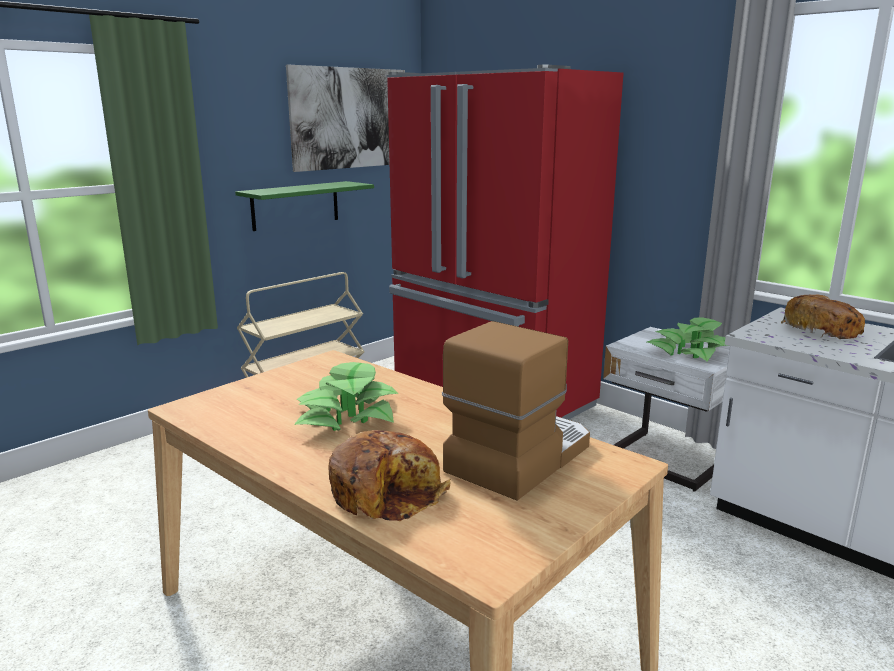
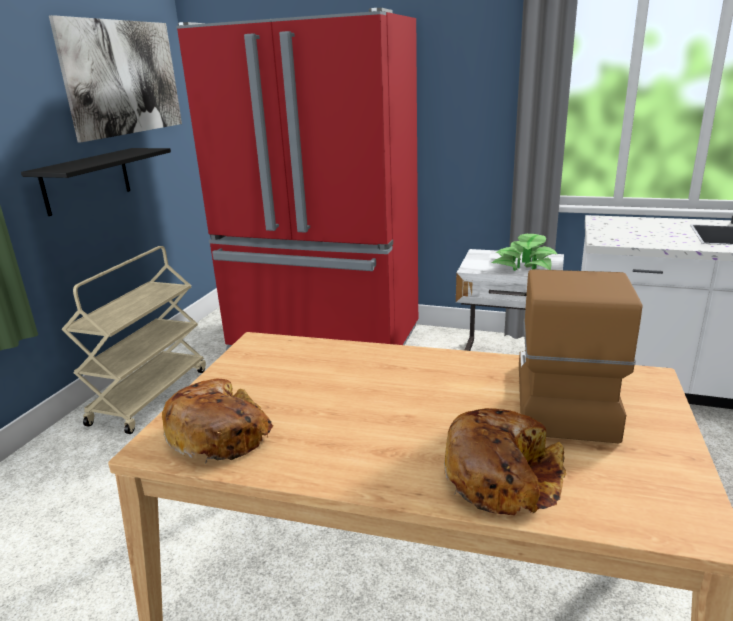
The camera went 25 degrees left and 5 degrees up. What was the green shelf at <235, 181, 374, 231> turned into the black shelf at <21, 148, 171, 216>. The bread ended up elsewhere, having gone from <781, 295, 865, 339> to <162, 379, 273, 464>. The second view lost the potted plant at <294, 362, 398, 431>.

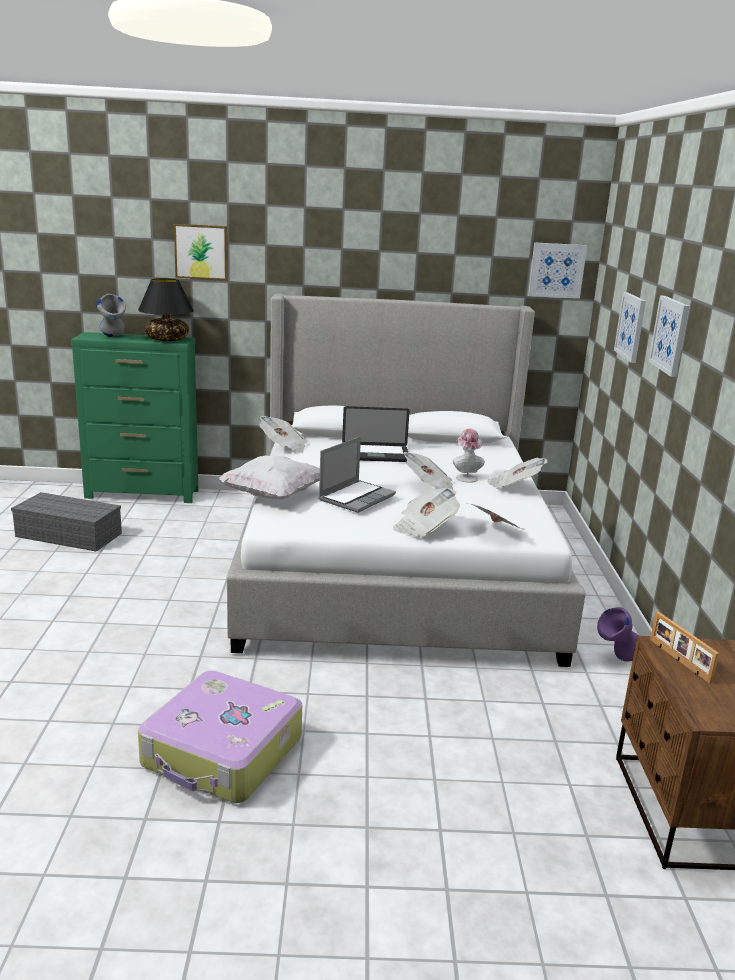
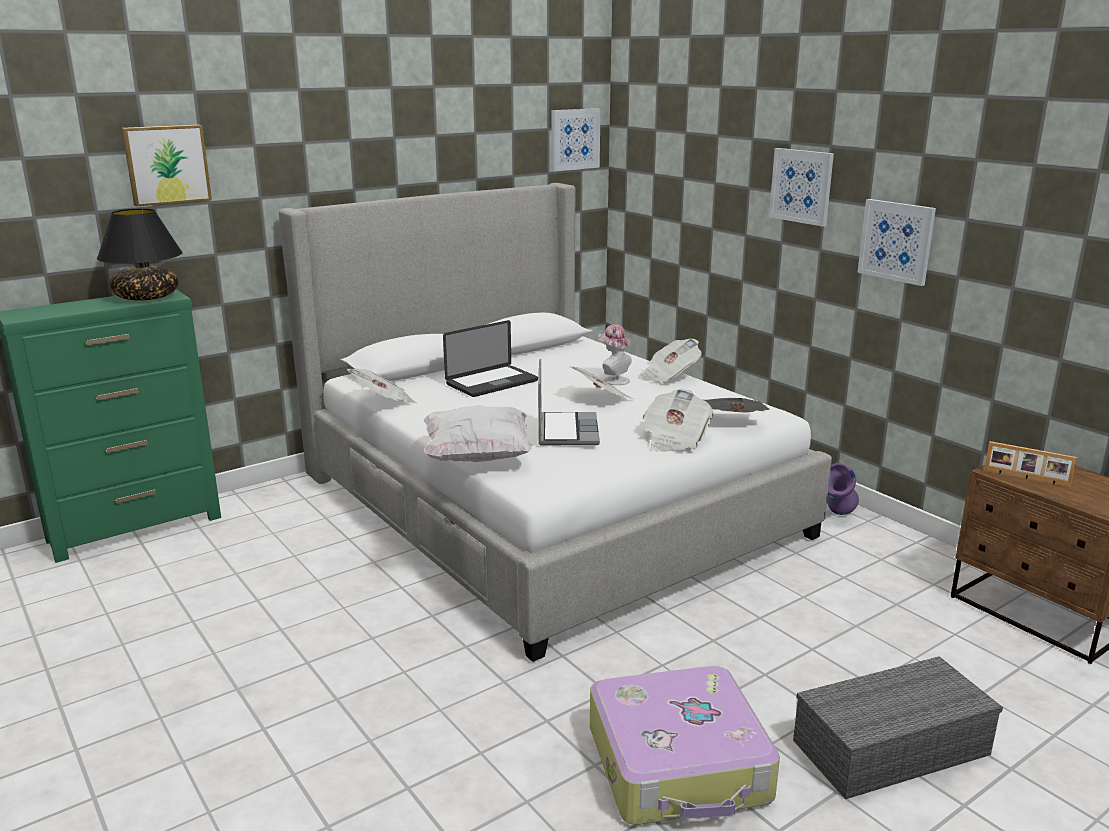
The camera went 35 degrees left and 0 degrees up. The grey storage box ended up elsewhere, having gone from <11, 492, 122, 552> to <793, 656, 1003, 799>. The picture ended up elsewhere, having gone from <614, 292, 646, 363> to <857, 199, 936, 286>. The second view lost the grey vase at <96, 294, 126, 337>.

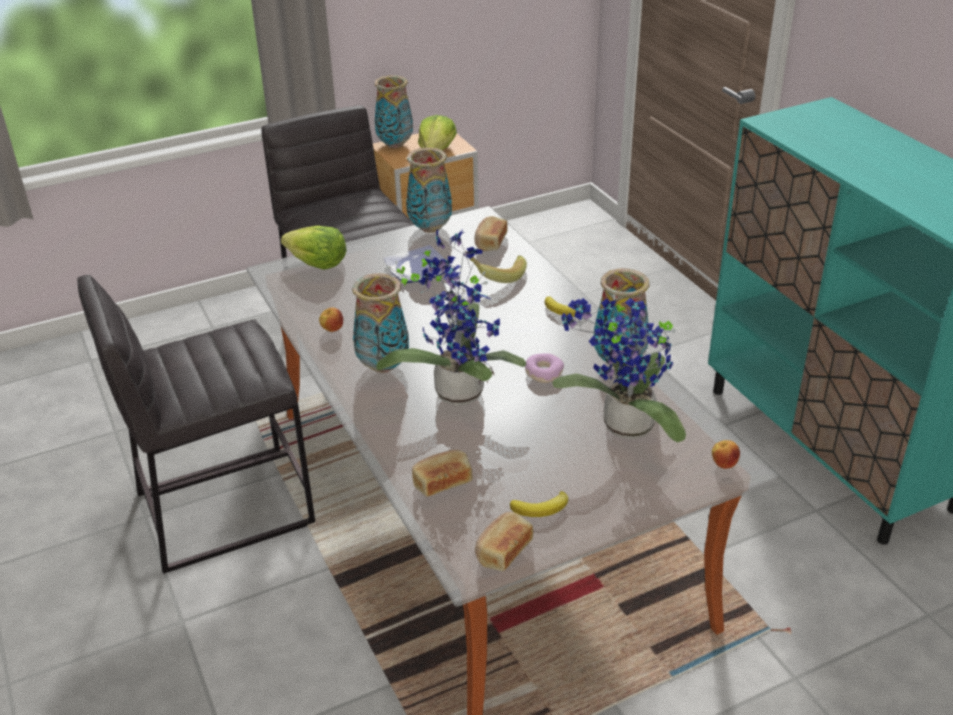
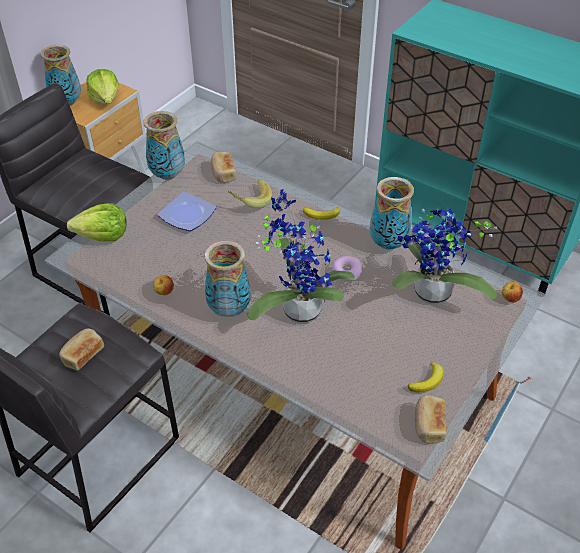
The camera went 30 degrees left and 10 degrees up. The bread ended up elsewhere, having gone from <412, 450, 473, 497> to <59, 328, 104, 371>.

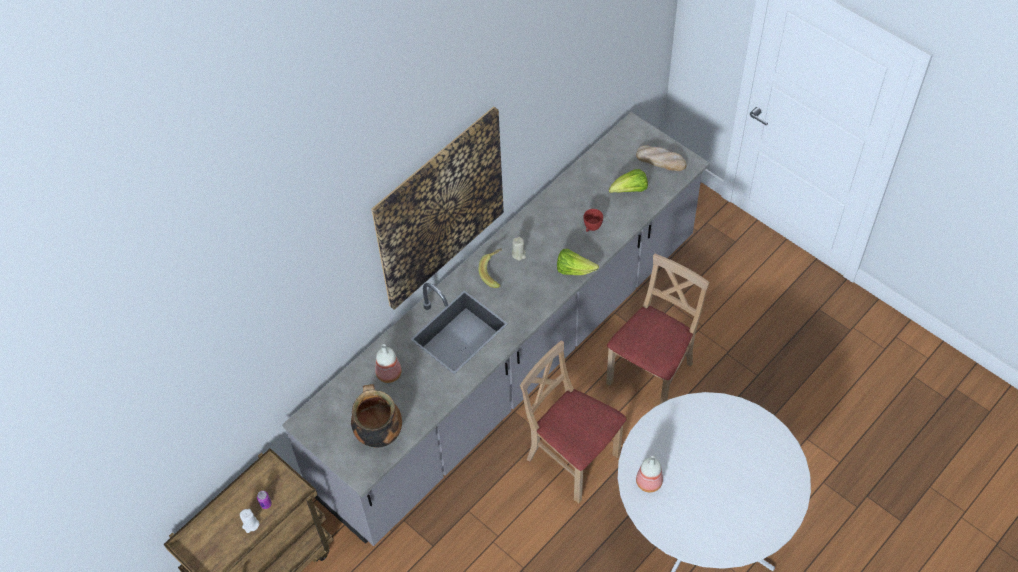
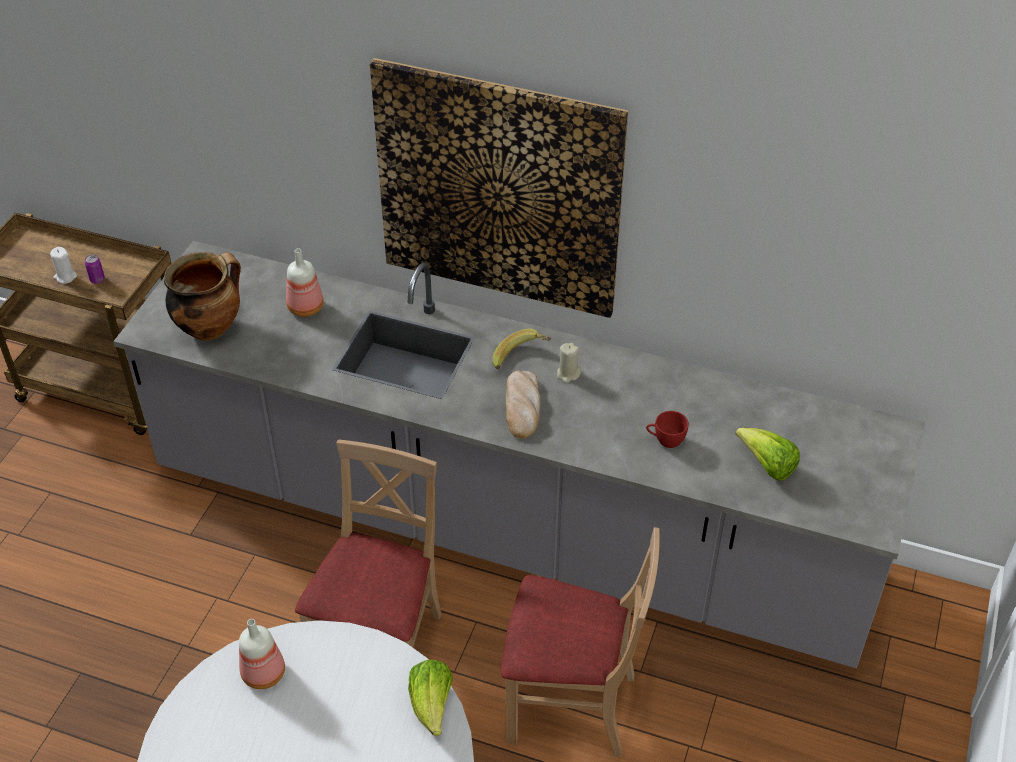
The camera went 65 degrees right and 10 degrees down. The lettuce ended up elsewhere, having gone from <557, 249, 599, 275> to <408, 660, 453, 736>. The bread ended up elsewhere, having gone from <636, 145, 687, 171> to <506, 370, 540, 438>.

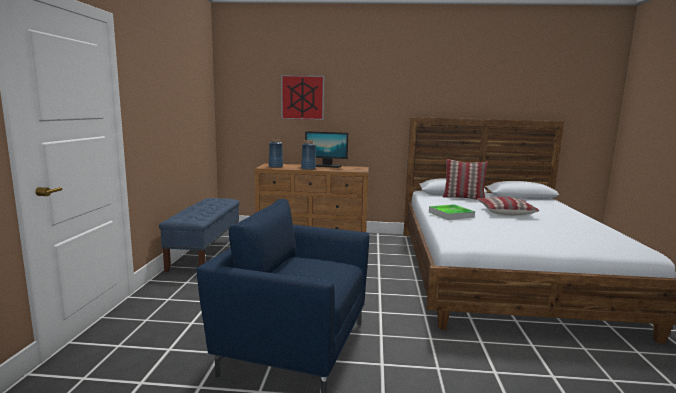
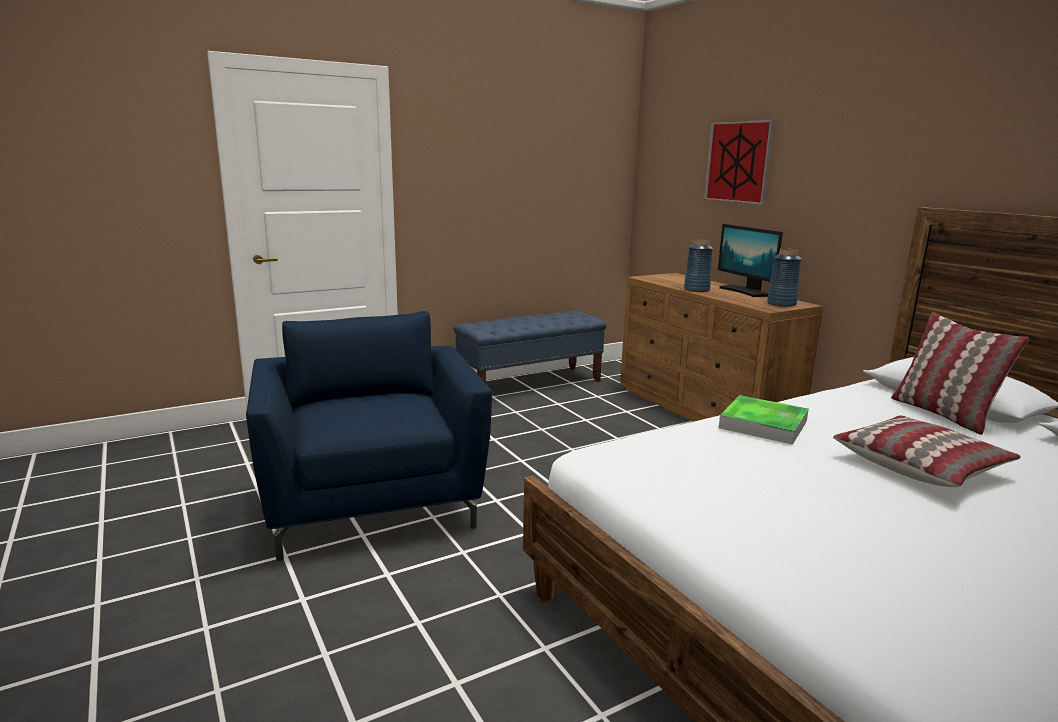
The camera went 55 degrees right and 5 degrees up. The blue vase ended up elsewhere, having gone from <269, 139, 283, 168> to <767, 248, 801, 307>.

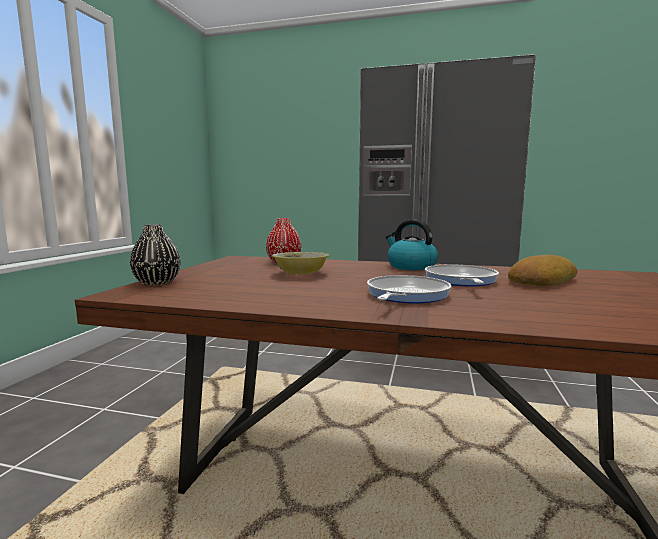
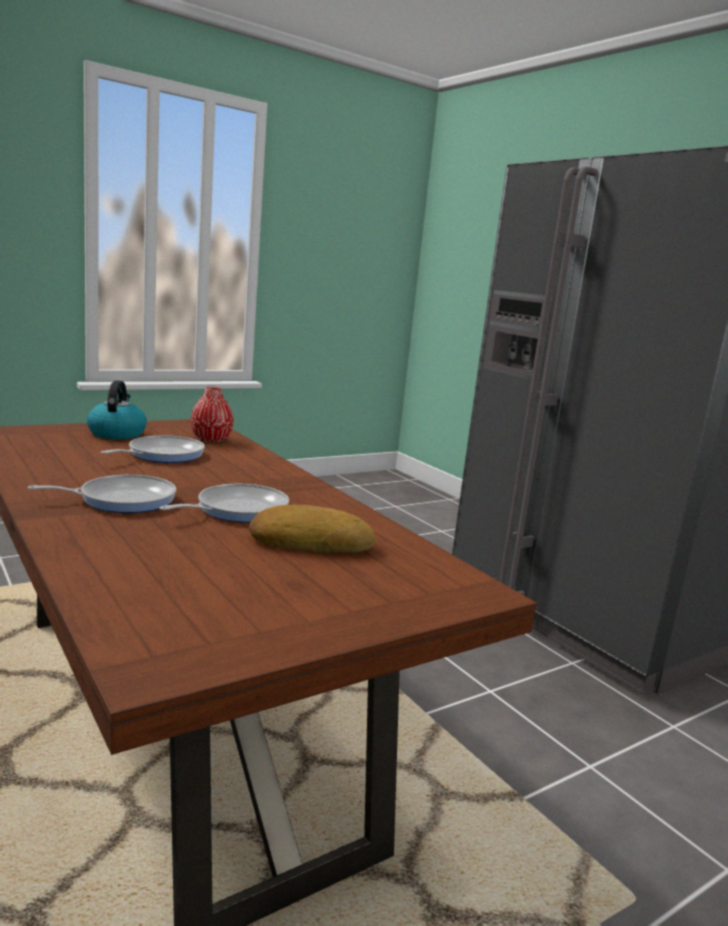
The camera went 40 degrees right and 5 degrees up. The kettle ended up elsewhere, having gone from <386, 220, 438, 270> to <87, 380, 147, 439>. Where the bowl stood at <272, 252, 330, 275>, the frying pan came to stand at <101, 436, 205, 463>. The second view lost the black vase at <130, 224, 181, 285>.

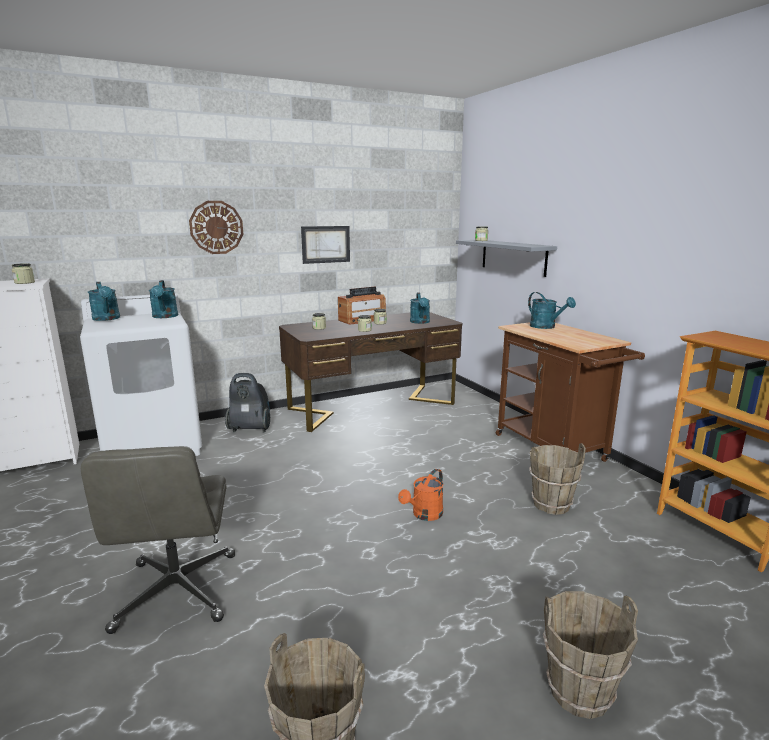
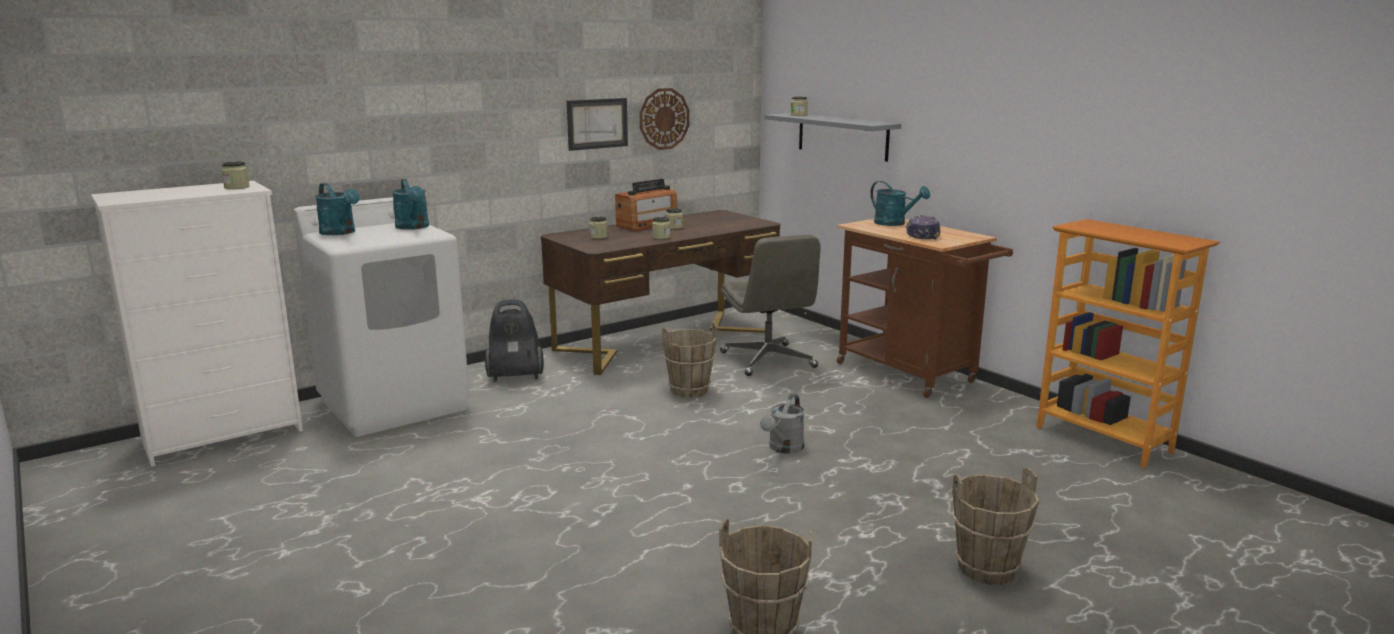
The camera went 10 degrees left and 0 degrees up. The wall clock ended up elsewhere, having gone from <189, 201, 243, 254> to <640, 88, 689, 150>. The brown bucket ended up elsewhere, having gone from <529, 443, 586, 515> to <662, 323, 717, 398>. The grey office chair ended up elsewhere, having gone from <81, 446, 235, 634> to <720, 235, 821, 376>. What was the orange watering can at <398, 469, 443, 521> turned into the grey watering can at <760, 394, 805, 454>. The second view gained the cap at <906, 215, 941, 240>. The second view lost the turquoise watering can at <410, 293, 430, 324>.

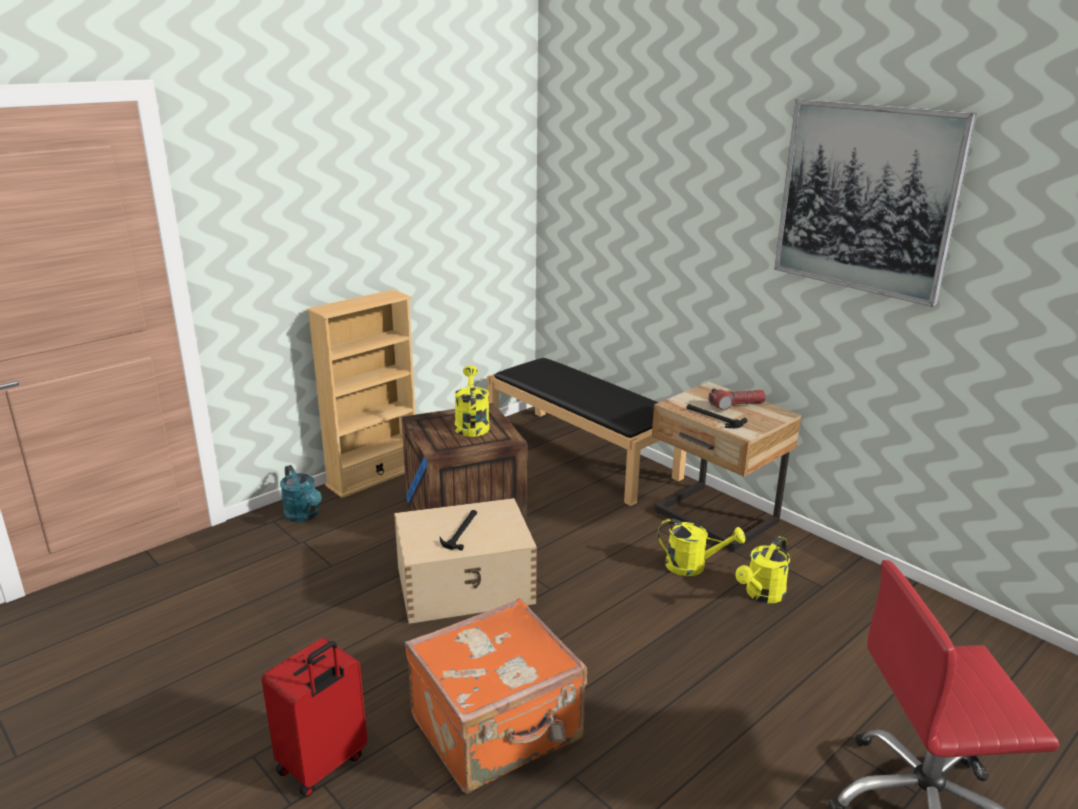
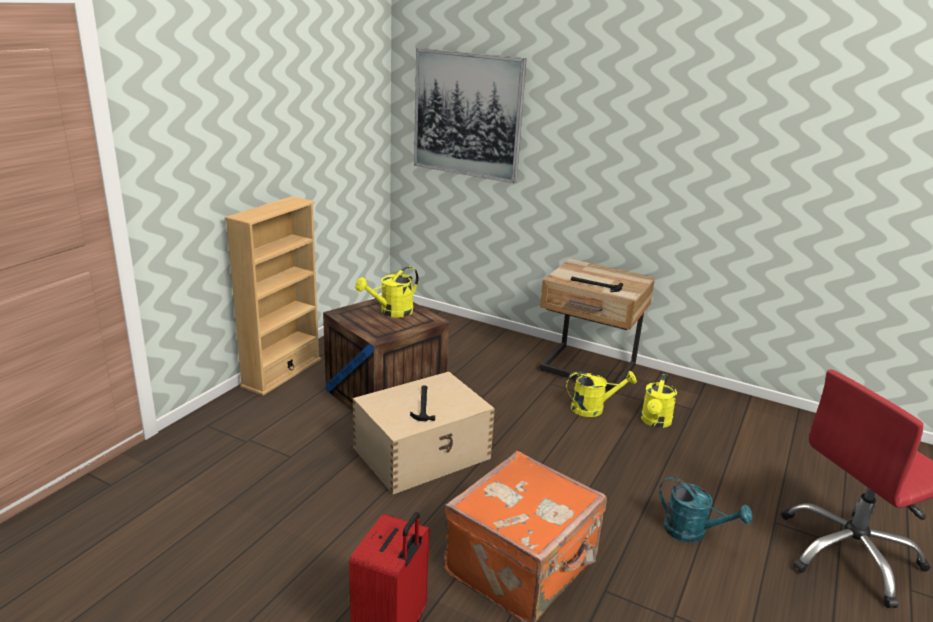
The camera went 20 degrees left and 0 degrees up. The yellow watering can at <454, 366, 490, 437> ended up facing another way, 105 degrees counterclockwise from before. The picture ended up elsewhere, having gone from <774, 99, 977, 307> to <414, 48, 527, 183>. The turquoise watering can ended up elsewhere, having gone from <280, 465, 321, 523> to <659, 476, 752, 543>. The second view lost the black bench at <487, 358, 686, 506>. The second view lost the flashlight at <708, 388, 766, 410>.

